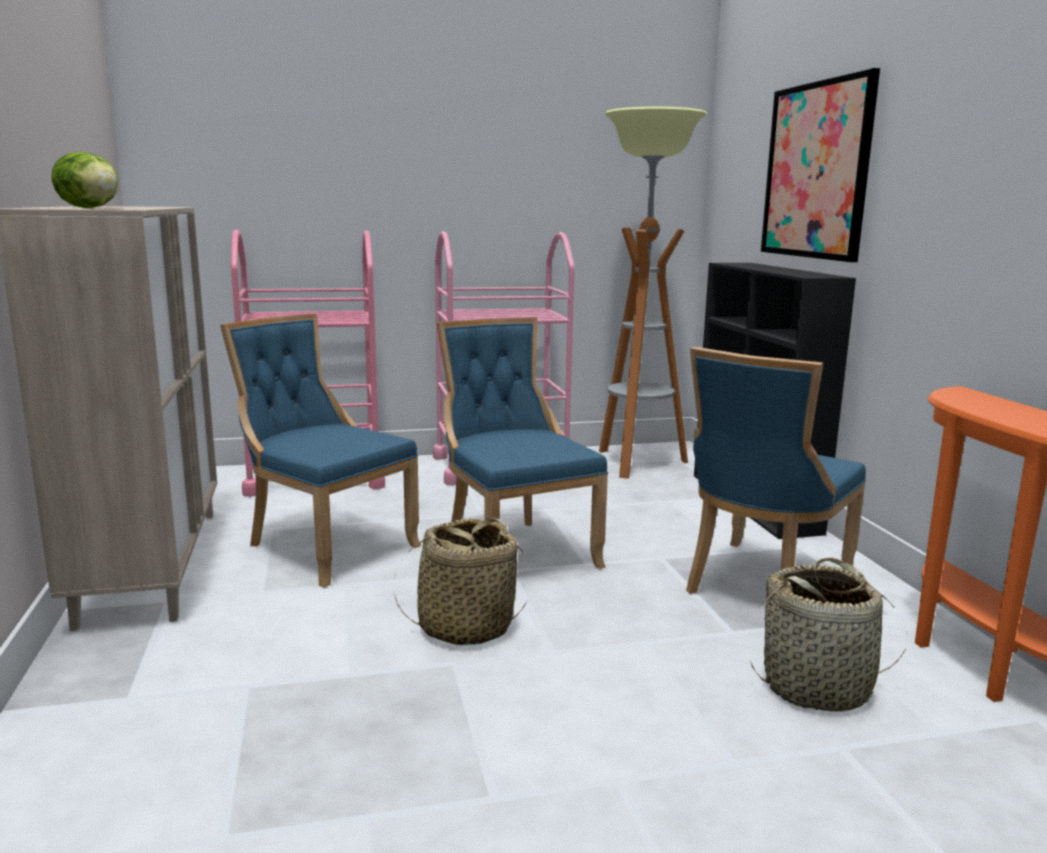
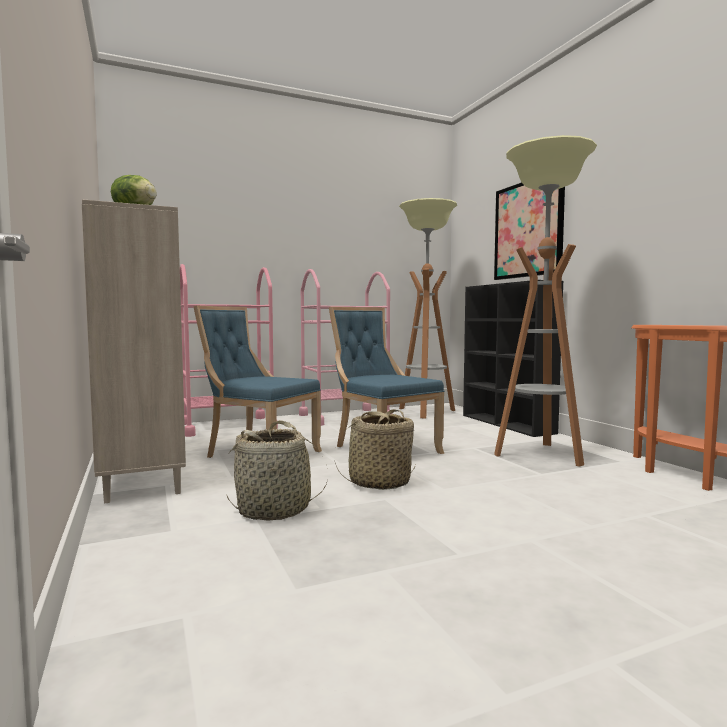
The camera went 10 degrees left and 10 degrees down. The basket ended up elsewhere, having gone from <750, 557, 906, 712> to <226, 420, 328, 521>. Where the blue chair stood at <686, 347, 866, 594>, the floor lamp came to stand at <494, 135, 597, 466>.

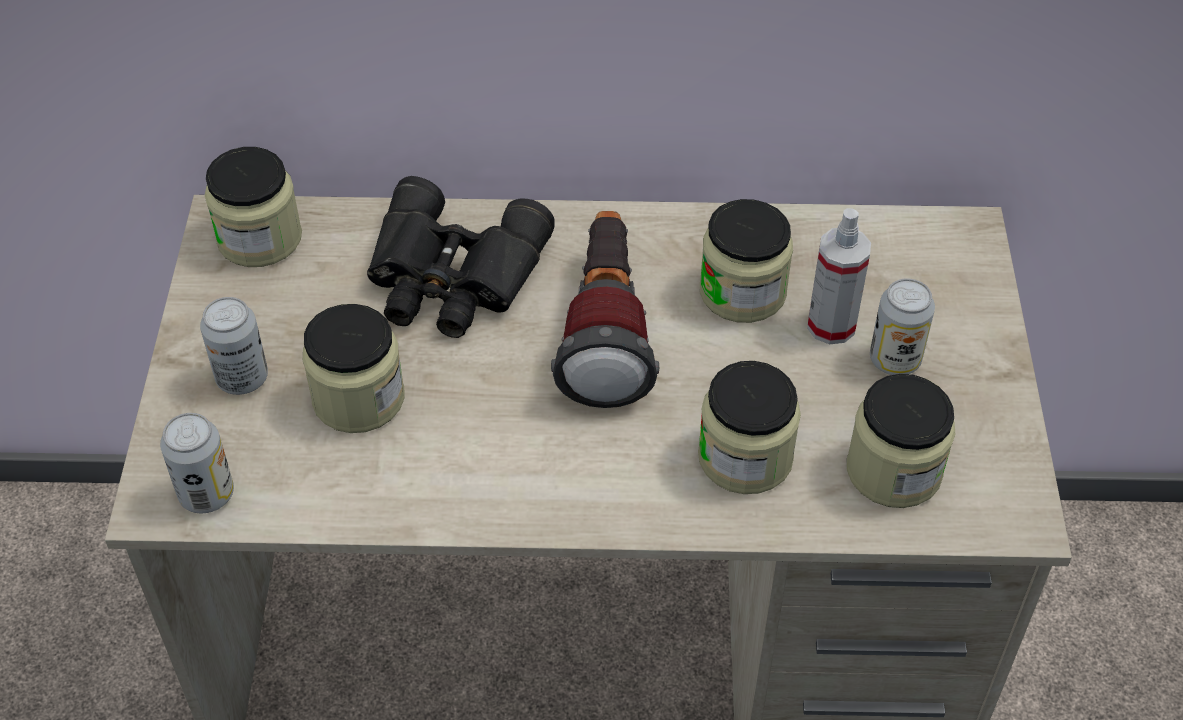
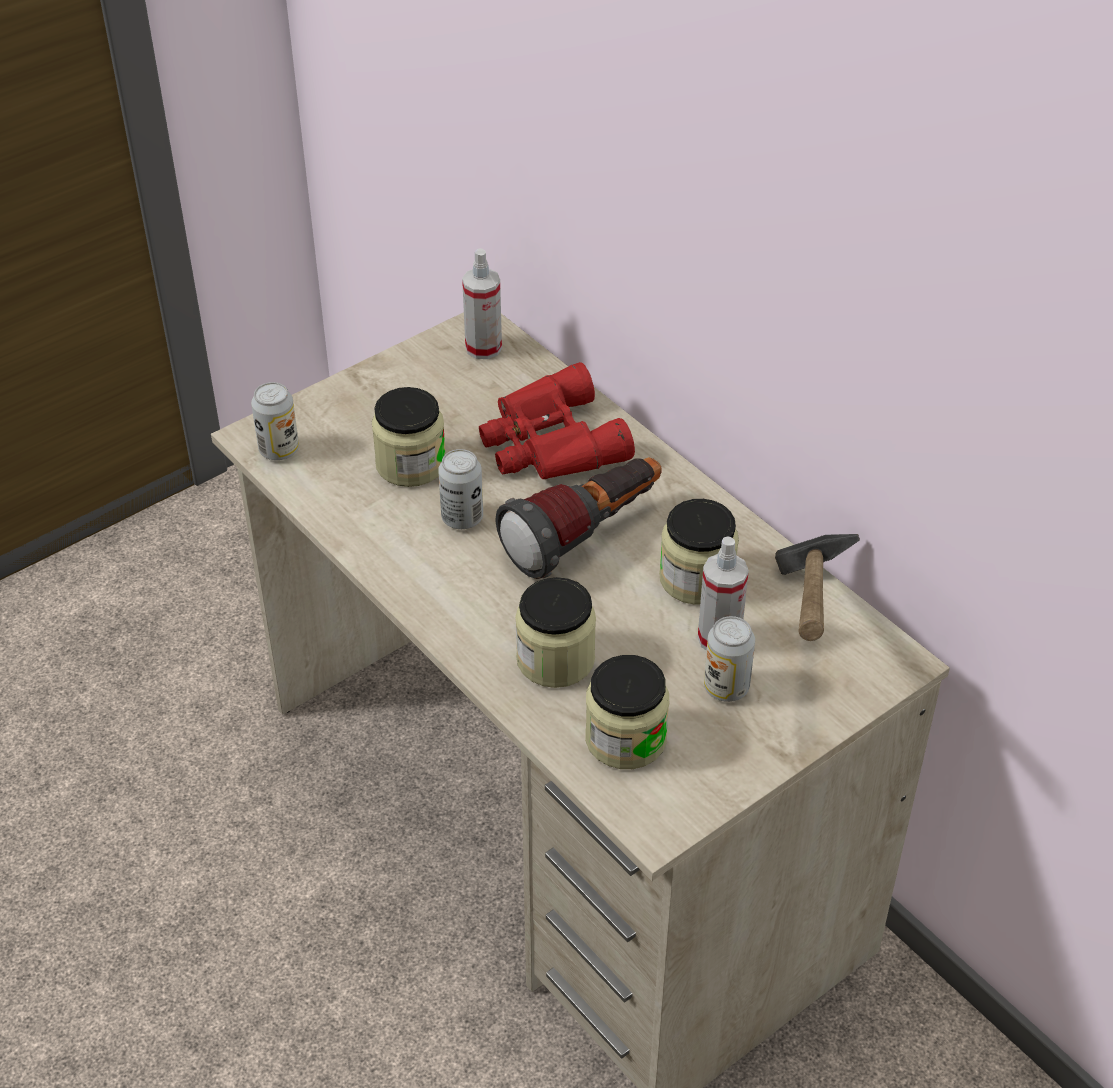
The camera went 50 degrees right and 5 degrees down. The can ended up elsewhere, having gone from <200, 297, 268, 395> to <438, 449, 483, 529>. Where the jar stood at <205, 147, 302, 267>, the spray bottle came to stand at <462, 248, 502, 359>. What was the black binoculars at <367, 176, 555, 338> turned into the red binoculars at <479, 362, 635, 479>. The second view gained the hammer at <775, 534, 860, 641>.

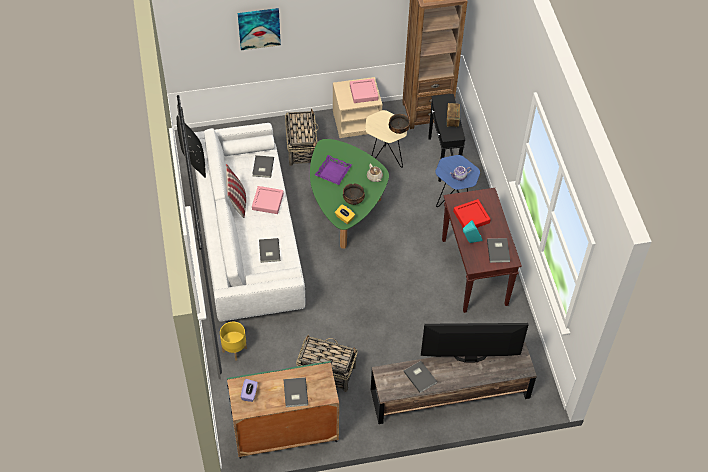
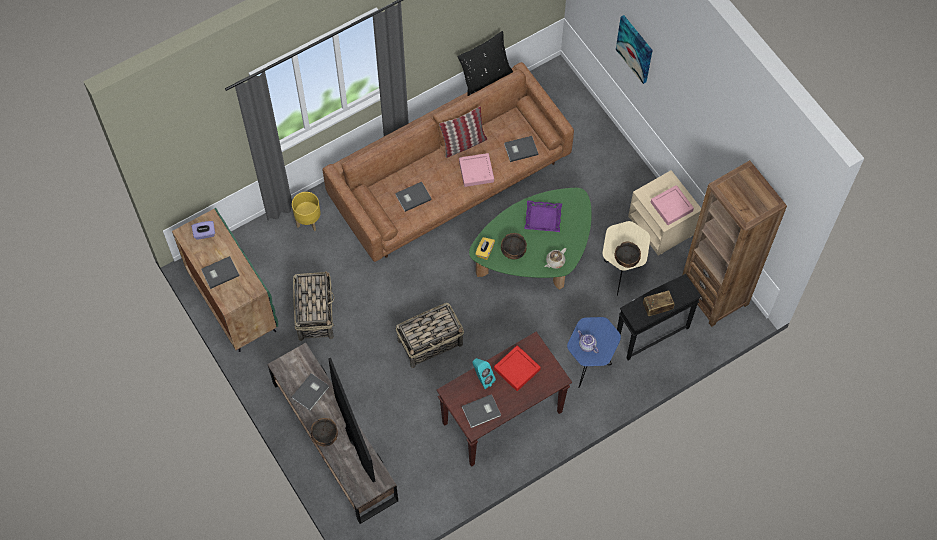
The camera went 70 degrees right and 10 degrees up. The second view gained the bowl at <311, 418, 338, 447>. What was the white sofa at <194, 123, 305, 321> turned into the brown sofa at <322, 62, 574, 262>. The basket ended up elsewhere, having gone from <285, 109, 319, 166> to <395, 303, 464, 368>.

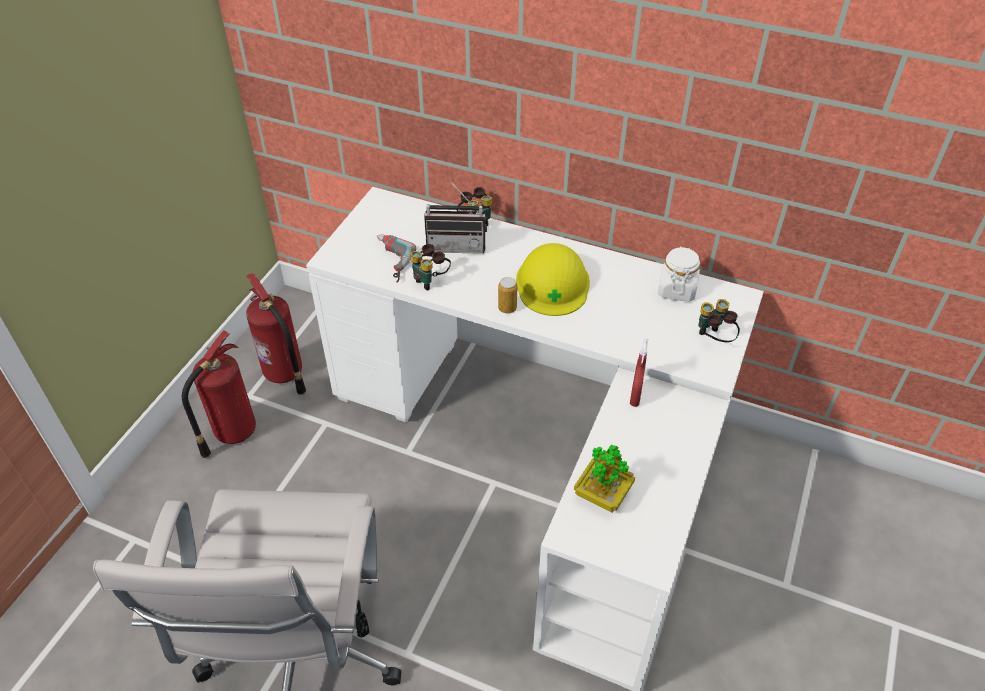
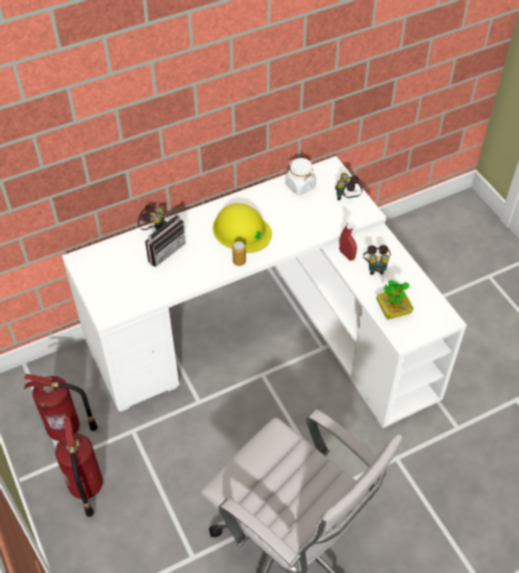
The camera went 50 degrees left and 5 degrees up. The binoculars ended up elsewhere, having gone from <410, 244, 451, 290> to <363, 245, 391, 275>. The second view lost the power drill at <377, 234, 416, 282>.

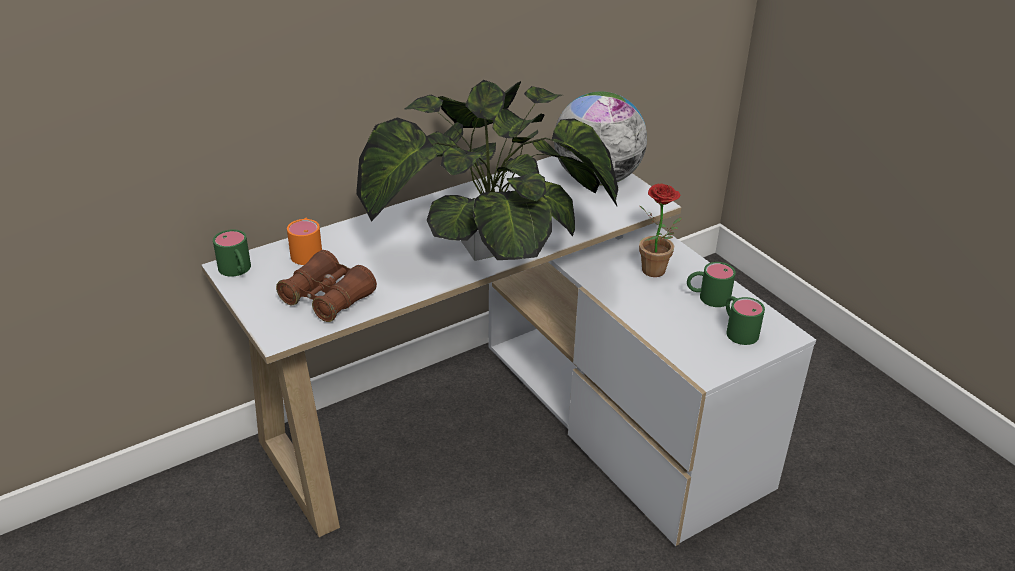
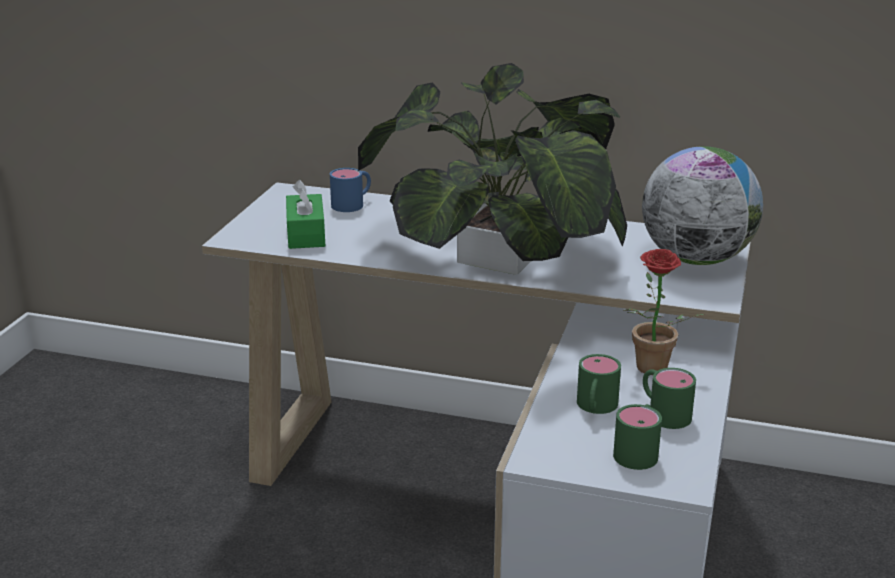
The camera went 50 degrees right and 10 degrees down. Where the brown binoculars stood at <276, 250, 377, 322>, the green tissue box came to stand at <286, 180, 325, 249>. What was the orange mug at <287, 218, 322, 265> turned into the blue mug at <330, 168, 371, 212>. The green mug ended up elsewhere, having gone from <213, 229, 251, 277> to <577, 354, 621, 414>.

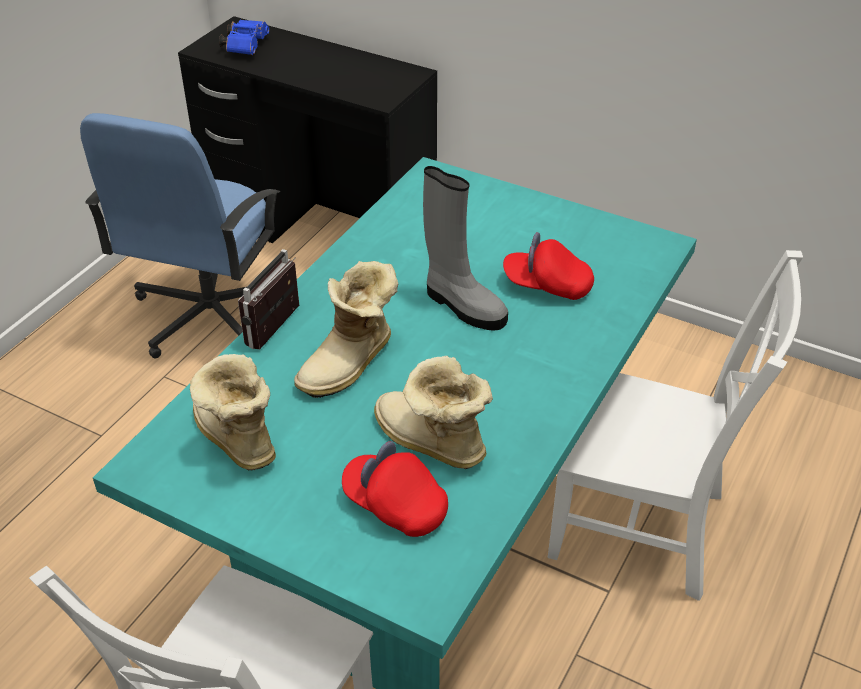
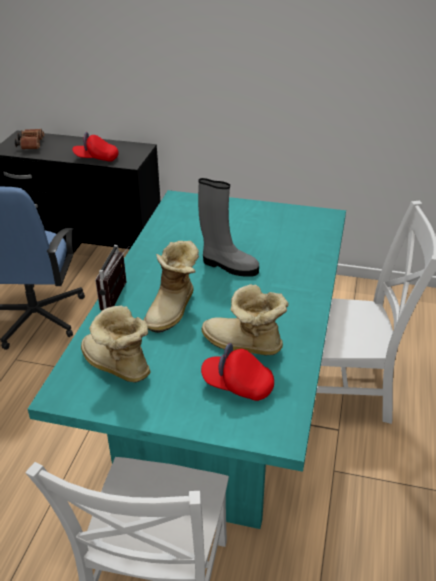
The camera went 15 degrees left and 5 degrees down. What was the blue binoculars at <219, 20, 269, 55> turned into the brown binoculars at <15, 129, 44, 150>. The red cap ended up elsewhere, having gone from <503, 232, 594, 300> to <72, 132, 119, 162>.

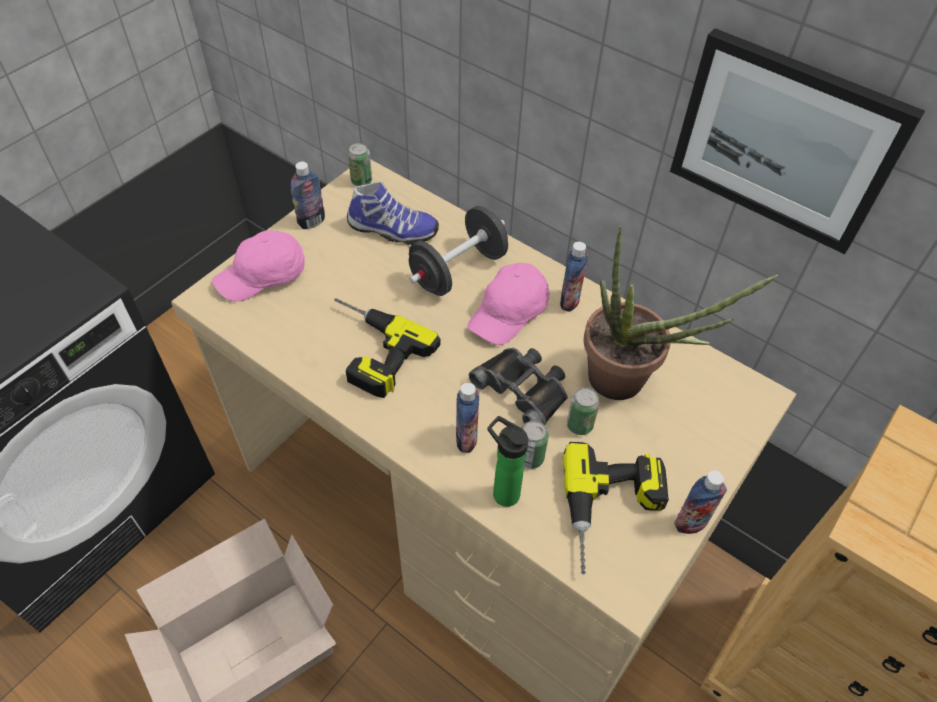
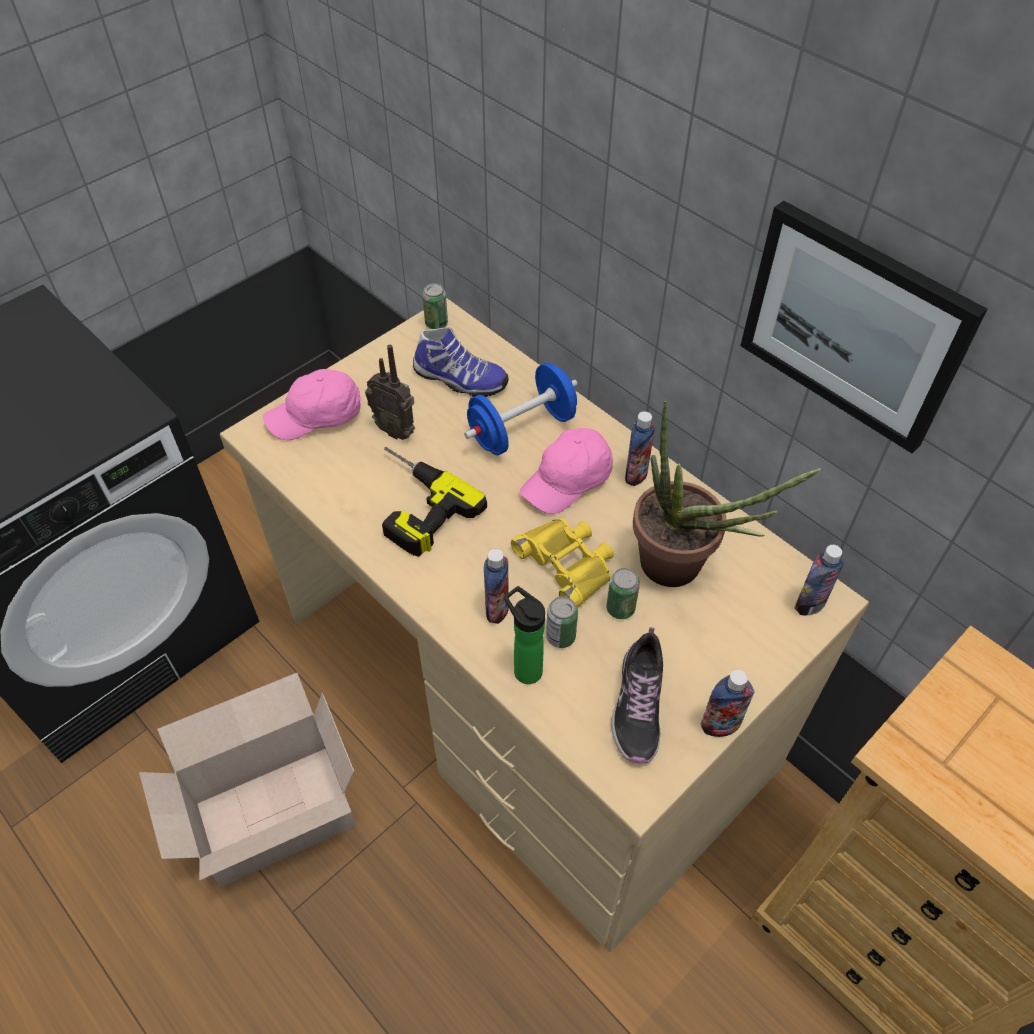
The camera went 10 degrees right and 0 degrees up. The second view gained the radio at <365, 345, 415, 440>. What was the black dumbbell at <409, 206, 508, 296> turned into the blue dumbbell at <464, 363, 578, 455>. What was the black binoculars at <469, 348, 568, 425> turned into the yellow binoculars at <511, 518, 614, 608>. Where the power drill stood at <563, 442, 669, 575>, the shoe came to stand at <611, 627, 663, 764>. The bottle ended up elsewhere, having gone from <291, 162, 325, 229> to <794, 545, 845, 615>.

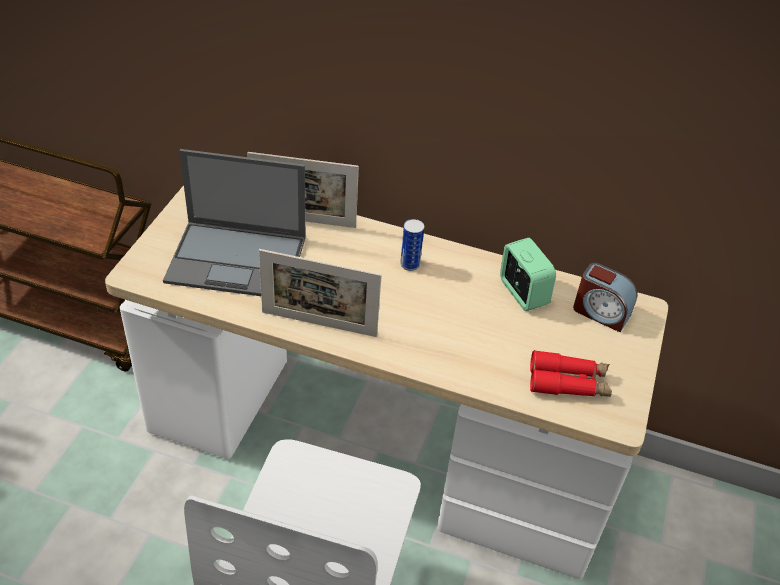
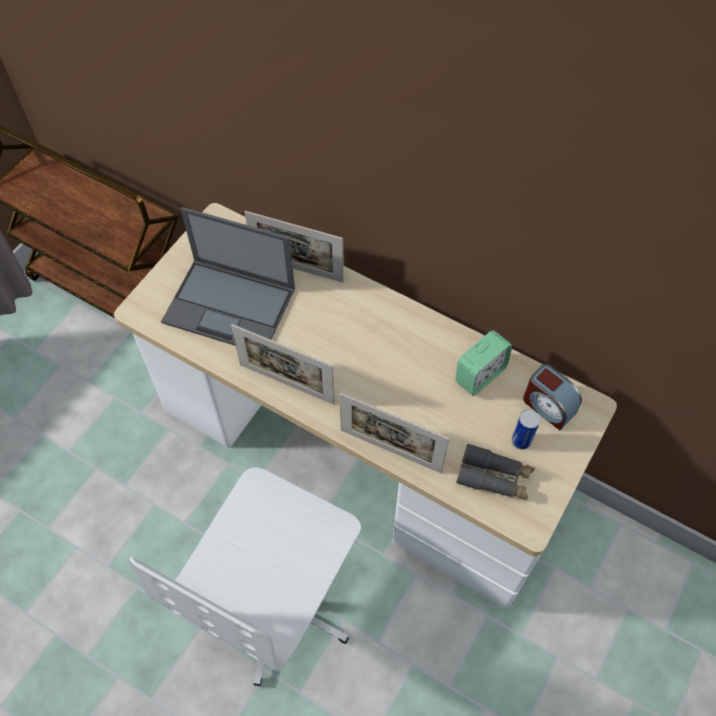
The camera went 15 degrees right and 15 degrees up. The second view gained the picture frame at <340, 393, 450, 473>. The alarm clock at <500, 238, 556, 311> ended up facing another way, 60 degrees clockwise from before. What was the red binoculars at <530, 350, 612, 397> turned into the grey binoculars at <456, 444, 535, 500>. The can ended up elsewhere, having gone from <400, 219, 424, 271> to <512, 409, 540, 450>.

